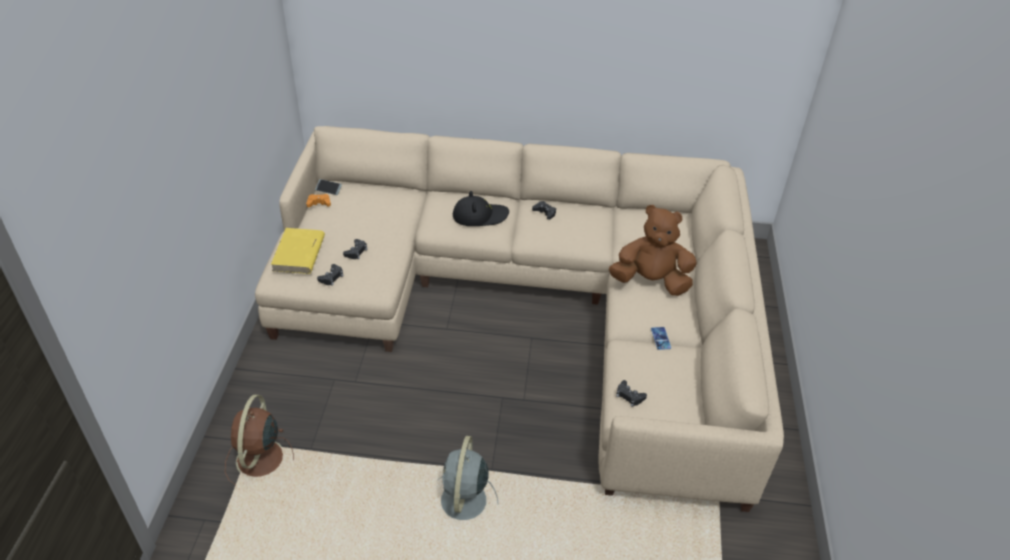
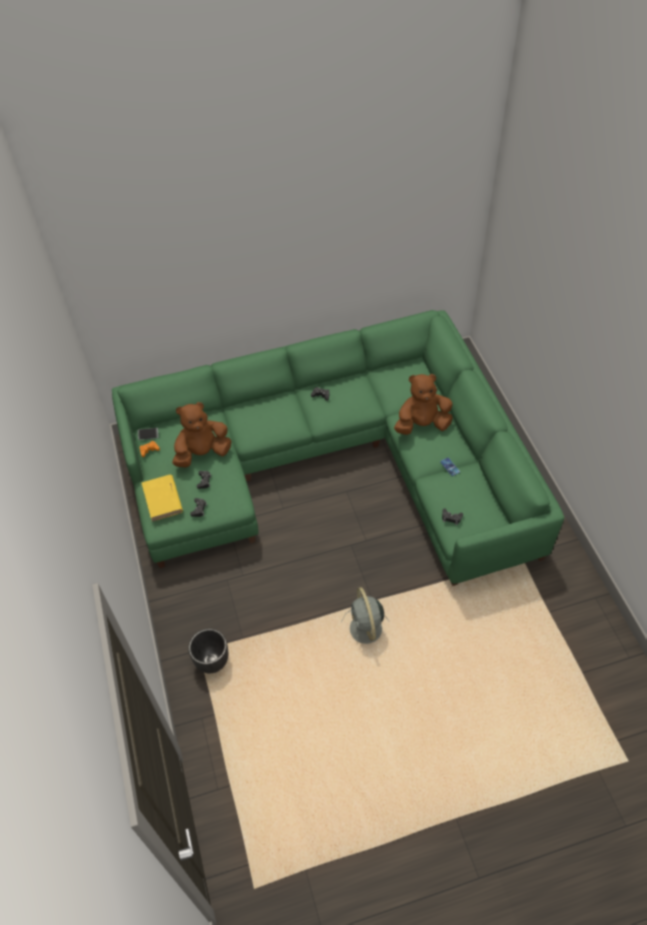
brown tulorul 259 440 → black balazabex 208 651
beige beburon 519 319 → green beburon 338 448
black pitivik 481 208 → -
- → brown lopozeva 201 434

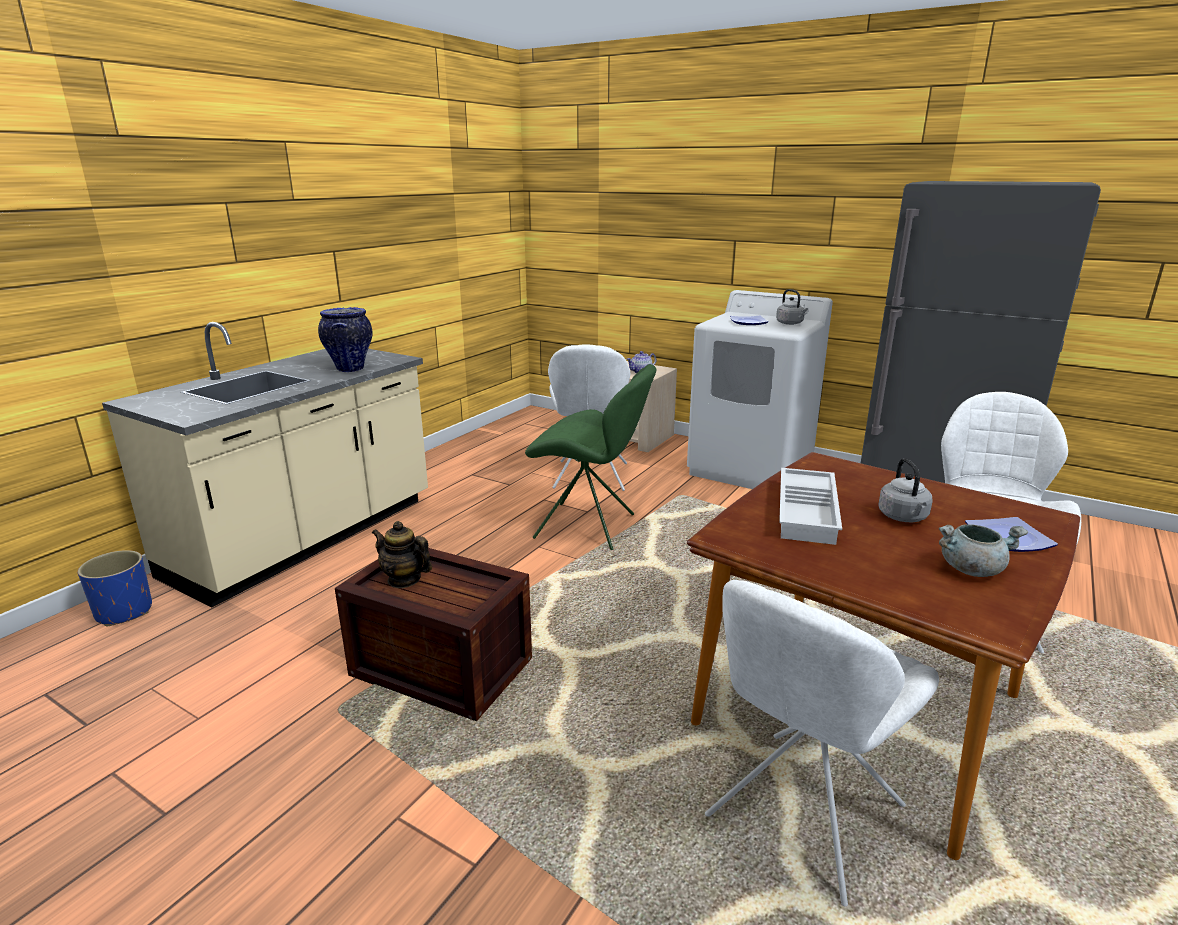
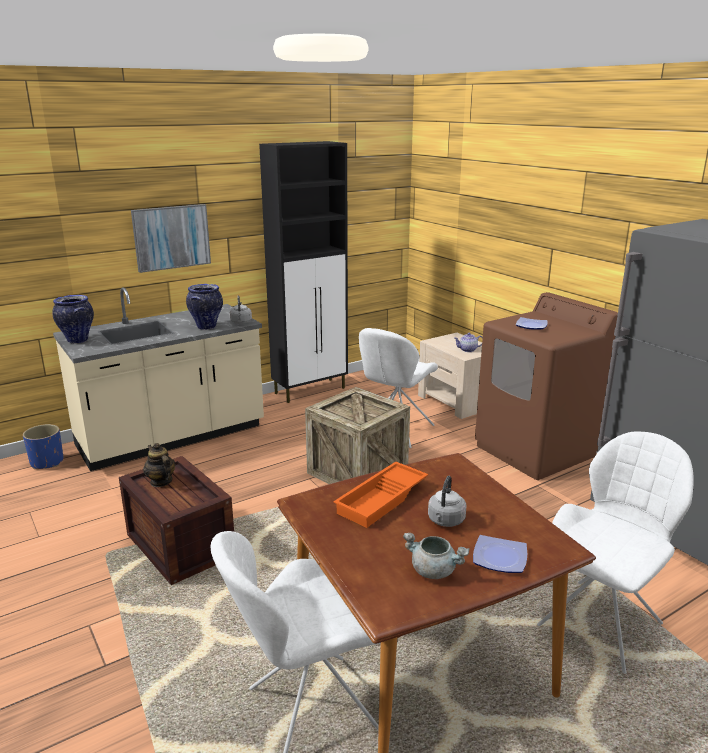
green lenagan 590 457 → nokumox 357 435
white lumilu 760 389 → brown lumilu 546 386
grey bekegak 792 307 → grey bekegak 241 310, move
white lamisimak 810 506 → orange lamisimak 380 495
- → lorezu 73 319
- → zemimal 171 238
- → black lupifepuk 303 272

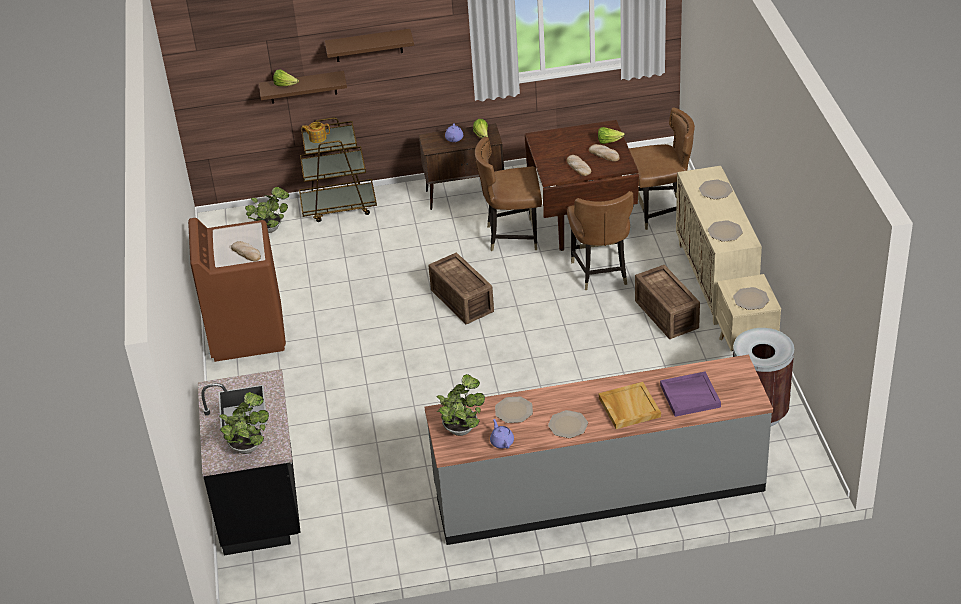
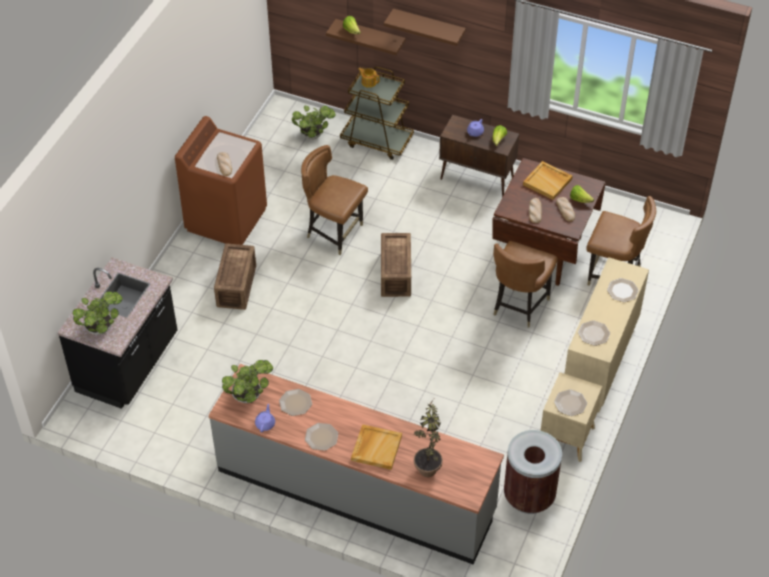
brown lenagan 508 194 → brown lenagan 334 200, move
nokumox 667 302 → nokumox 235 276, move
purple lamisimak 690 394 → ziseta 428 438
- → beige lamisimak 548 180

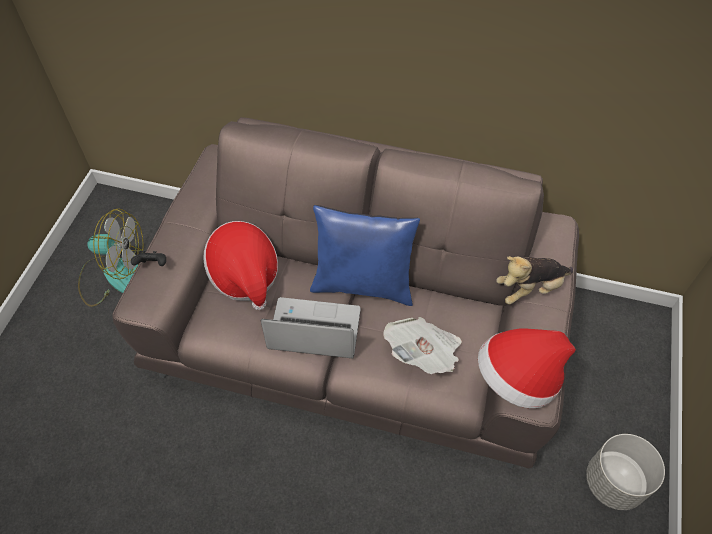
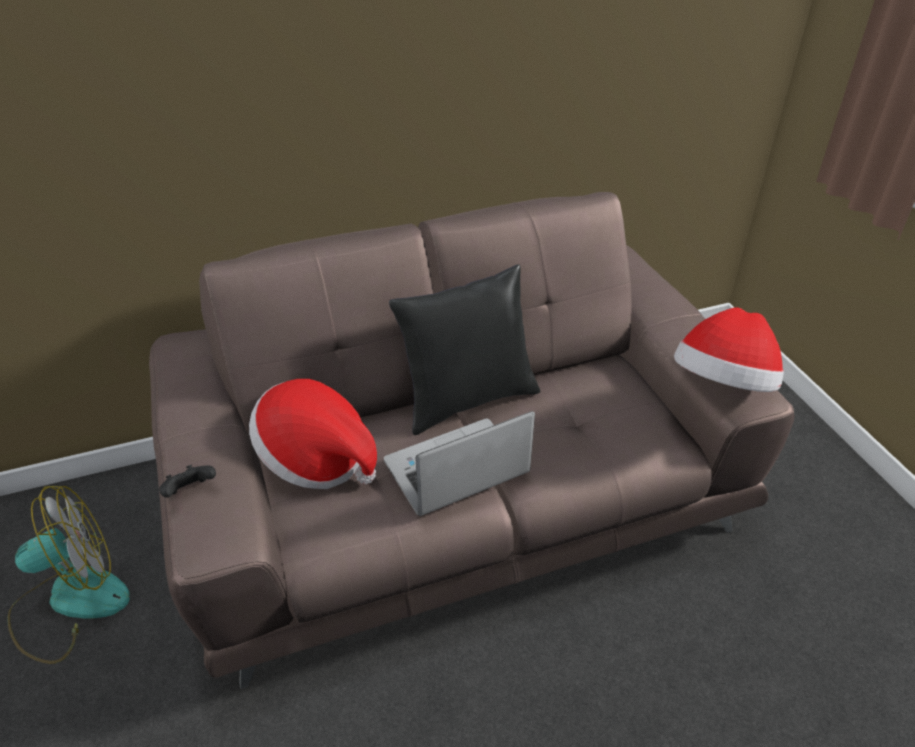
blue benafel 365 255 → black benafel 465 349
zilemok 422 345 → -
lopozeva 534 280 → -
grey balazabex 625 472 → -

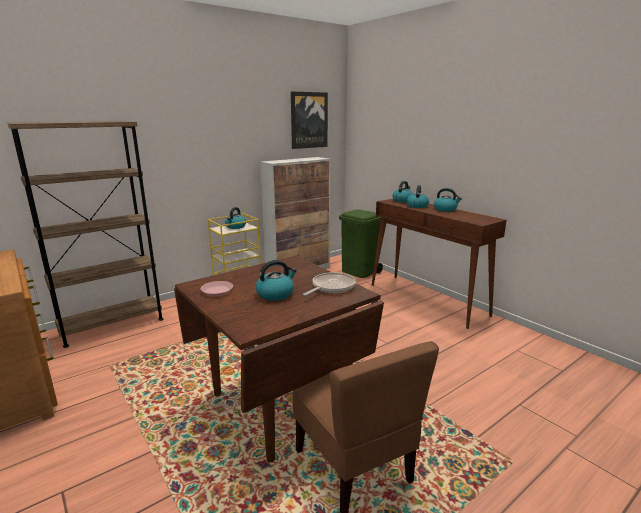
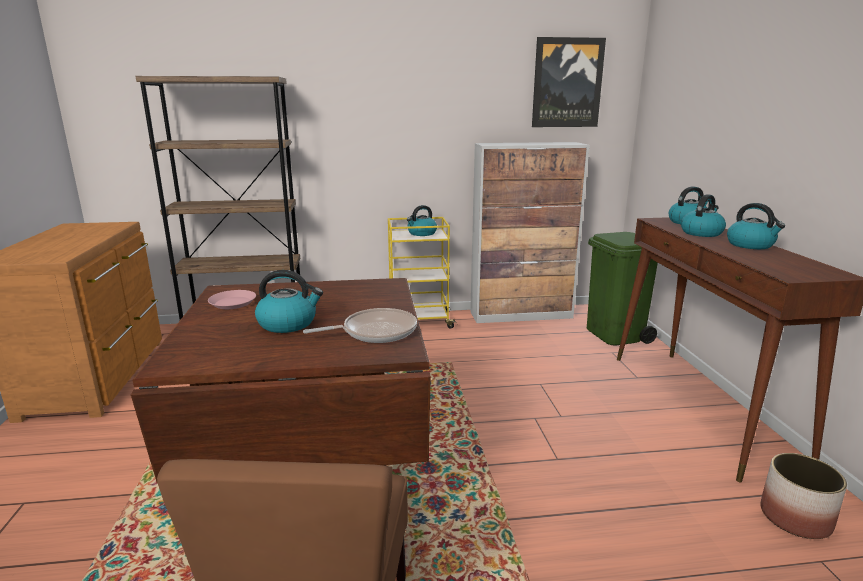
- → balazabex 803 496

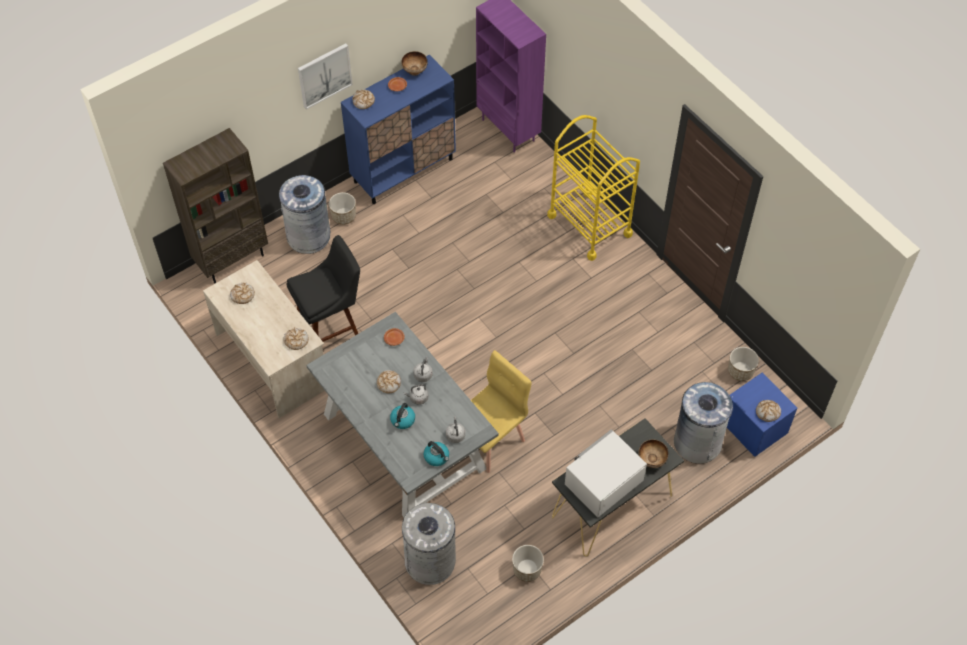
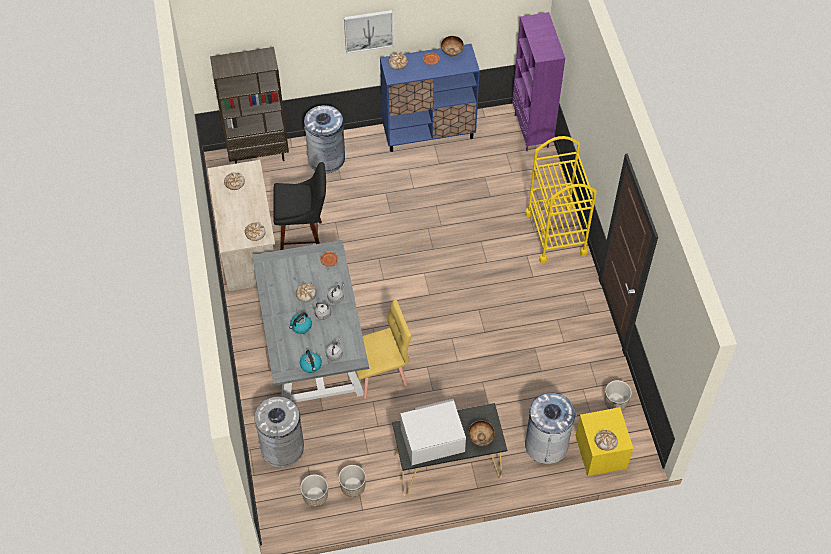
balazabex 342 208 → balazabex 314 490, move
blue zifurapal 762 415 → yellow zifurapal 604 441

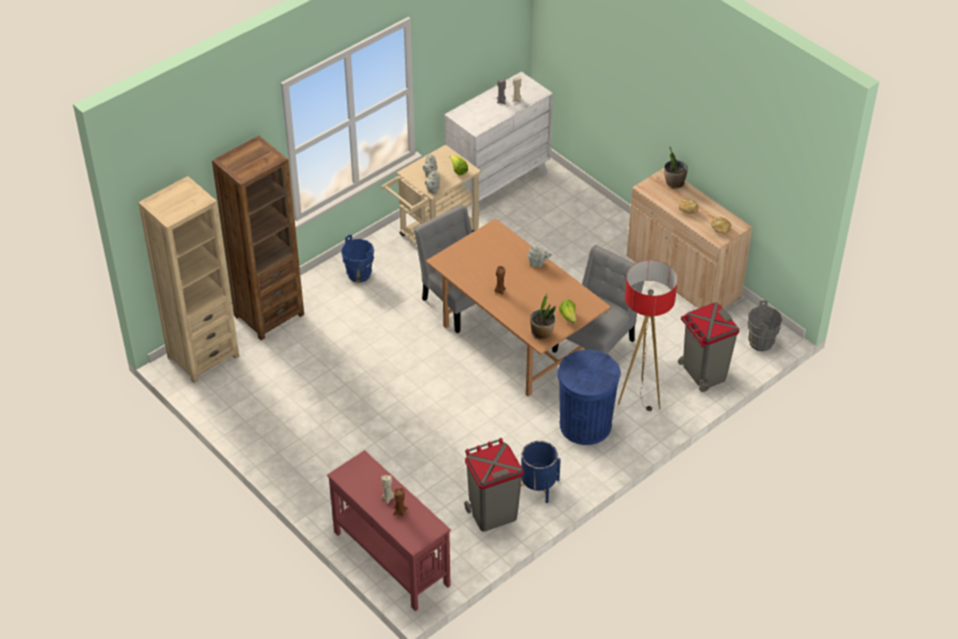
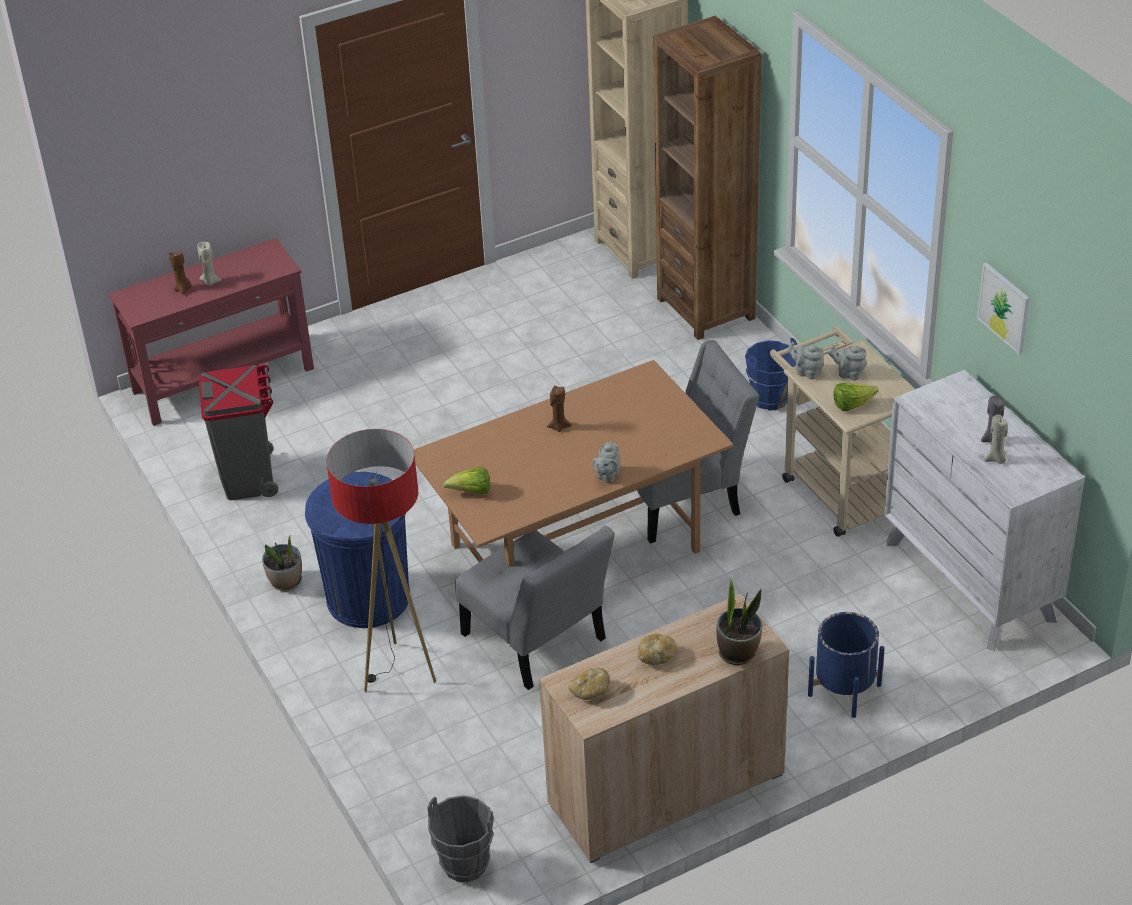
blue balazabex 541 472 → blue balazabex 846 665, move
ziseta 543 316 → ziseta 282 563, move
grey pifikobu 708 347 → -
- → zemimal 1003 308

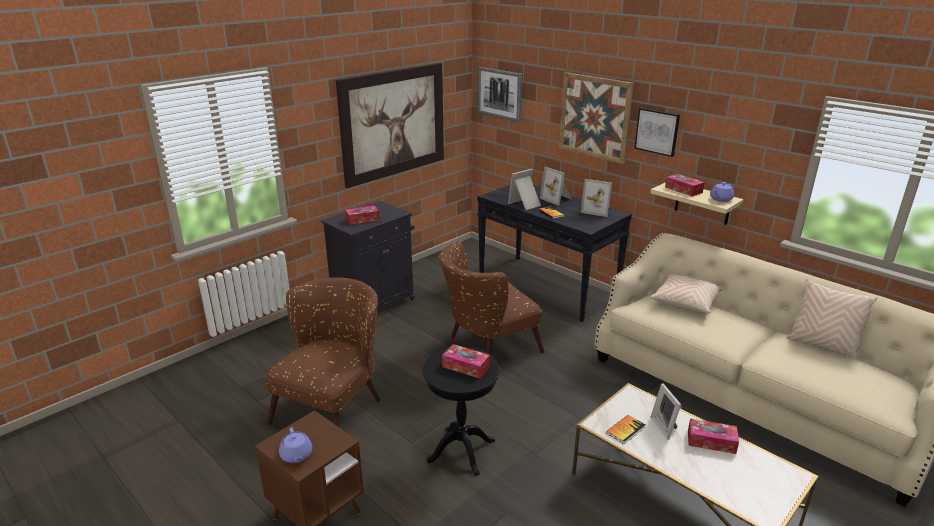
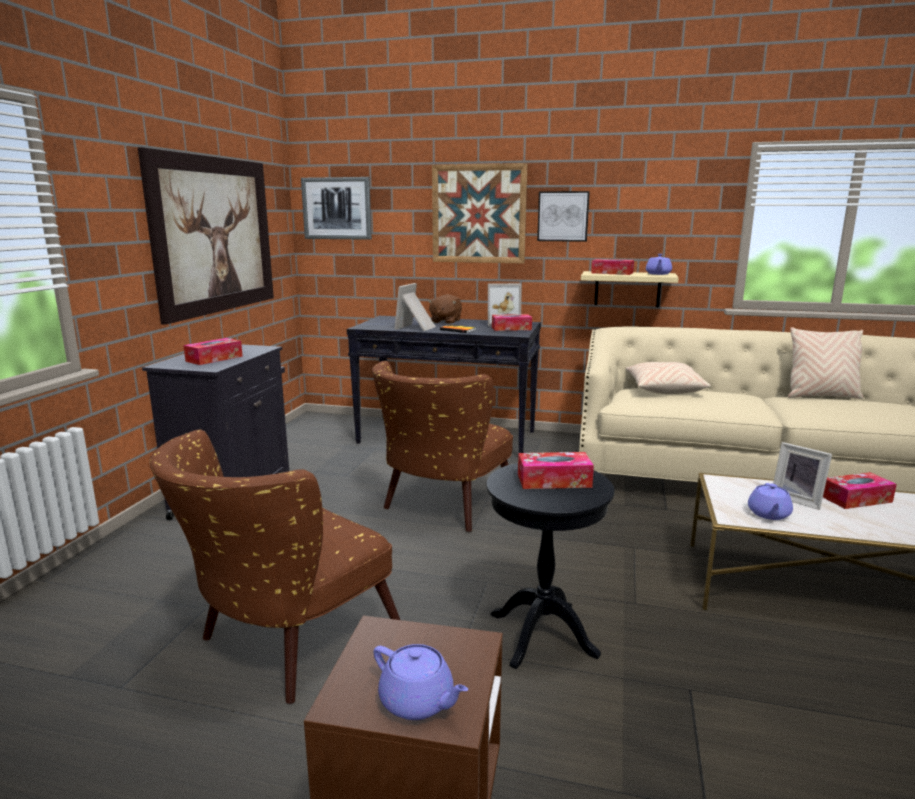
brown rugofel 322 353 → brown rugofel 274 567, 135 degrees counterclockwise
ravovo 556 186 → brown lopozeva 445 309
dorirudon 626 429 → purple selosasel 770 501
- → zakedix 512 322

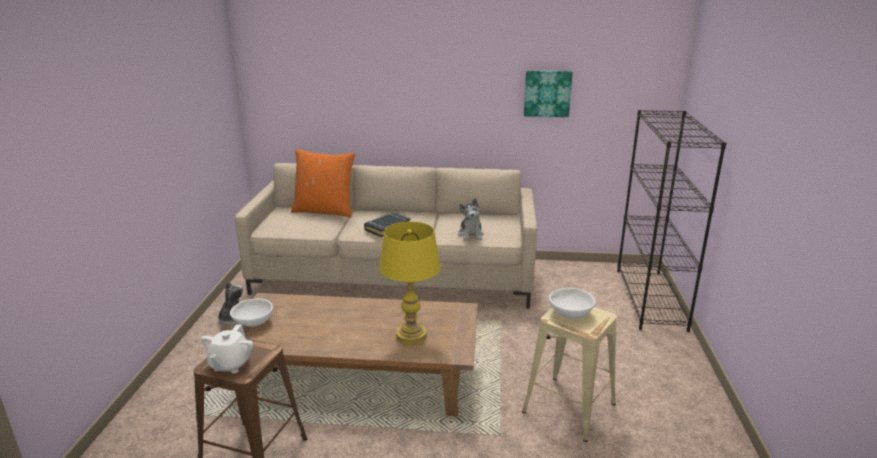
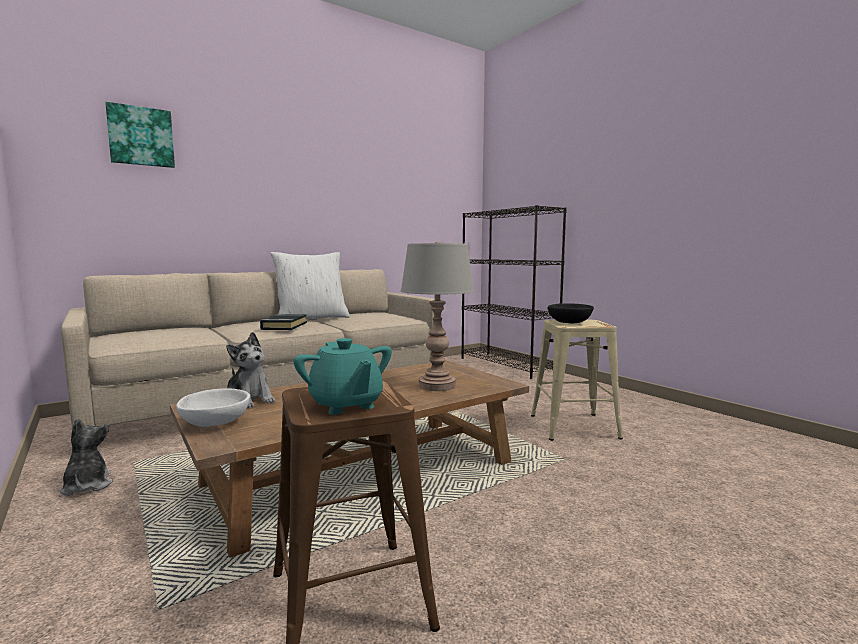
white selosasel 226 348 → turquoise selosasel 343 376
orange benafel 323 183 → -
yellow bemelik 410 283 → grey bemelik 437 316
lopozeva 471 219 → lopozeva 250 370, move
zemimal 548 93 → zemimal 140 135, move
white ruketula 572 303 → black ruketula 571 313
- → white benafel 310 285

